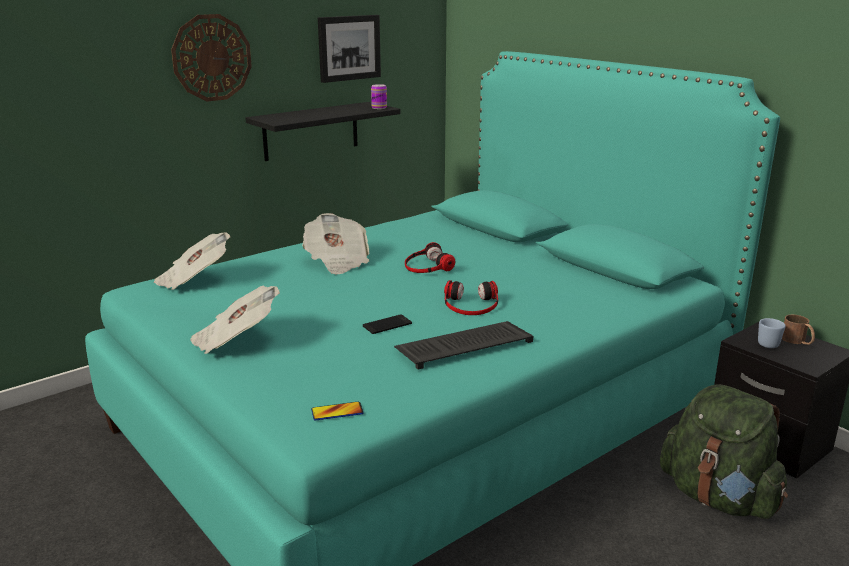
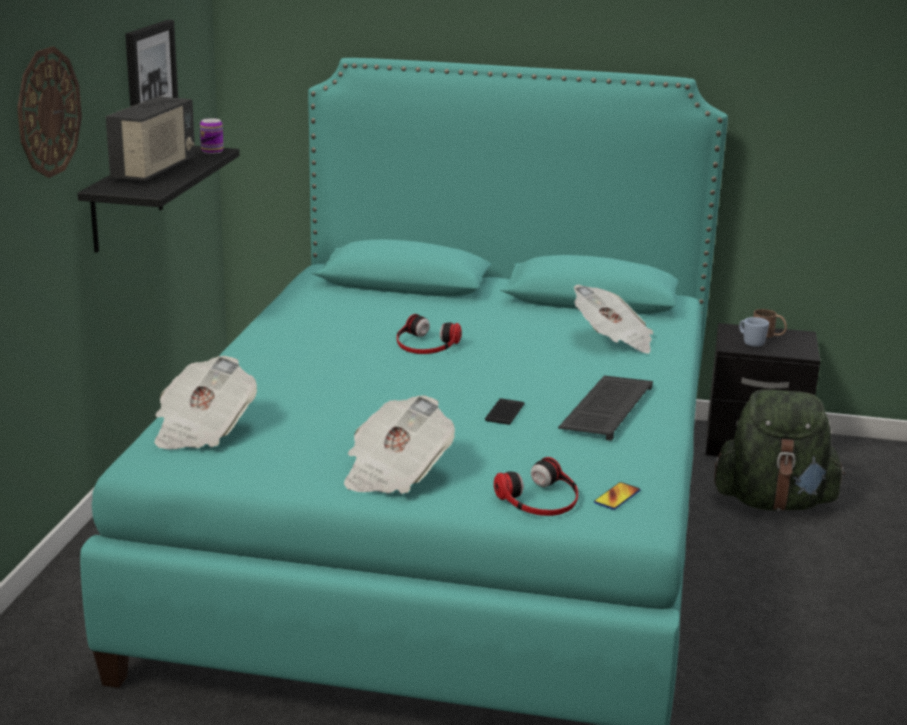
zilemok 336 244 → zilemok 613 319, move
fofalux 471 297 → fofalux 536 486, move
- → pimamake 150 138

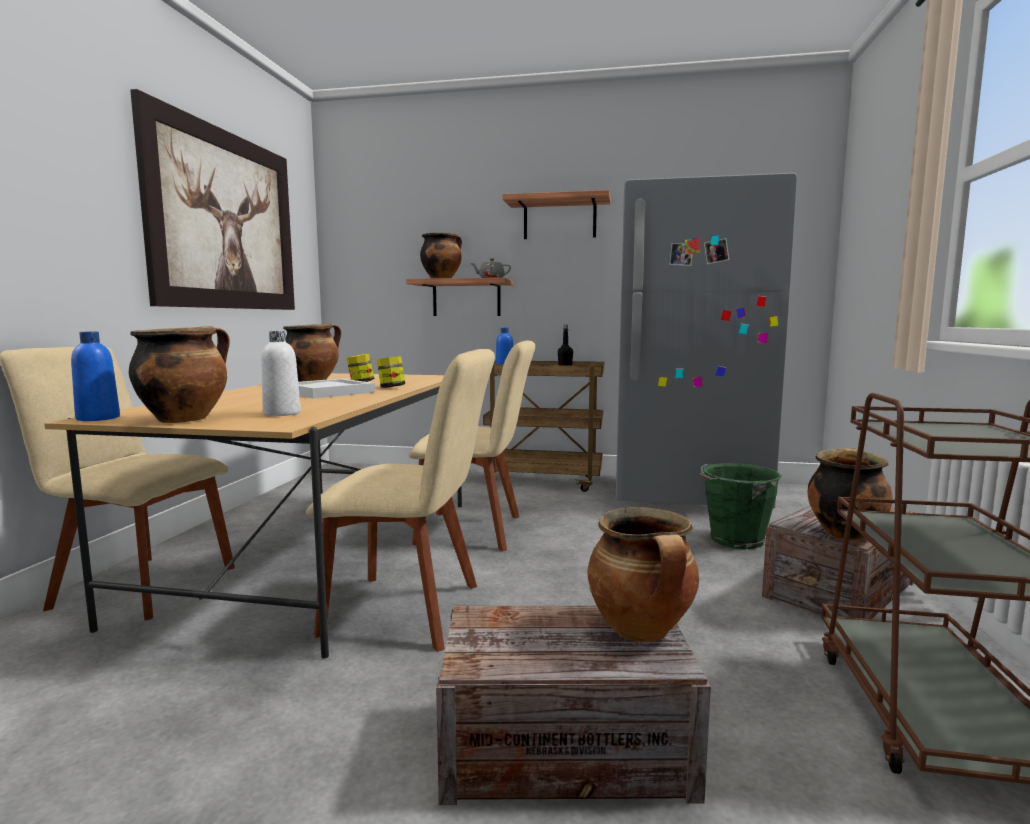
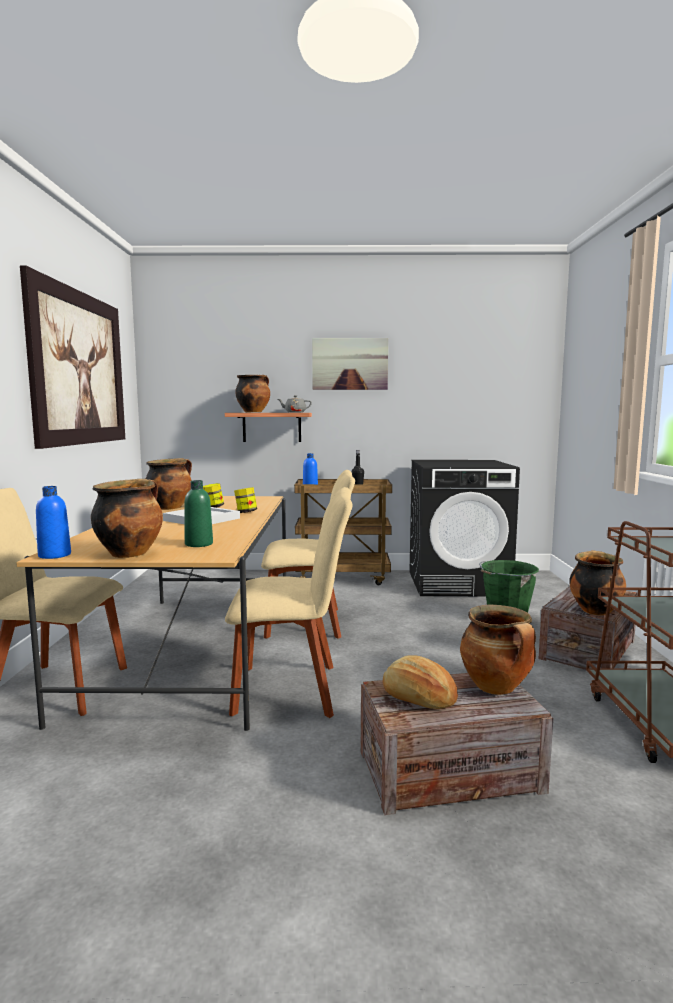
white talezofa 281 373 → green talezofa 198 513
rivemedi 556 214 → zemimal 350 364
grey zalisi 707 340 → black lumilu 464 528
- → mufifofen 420 682

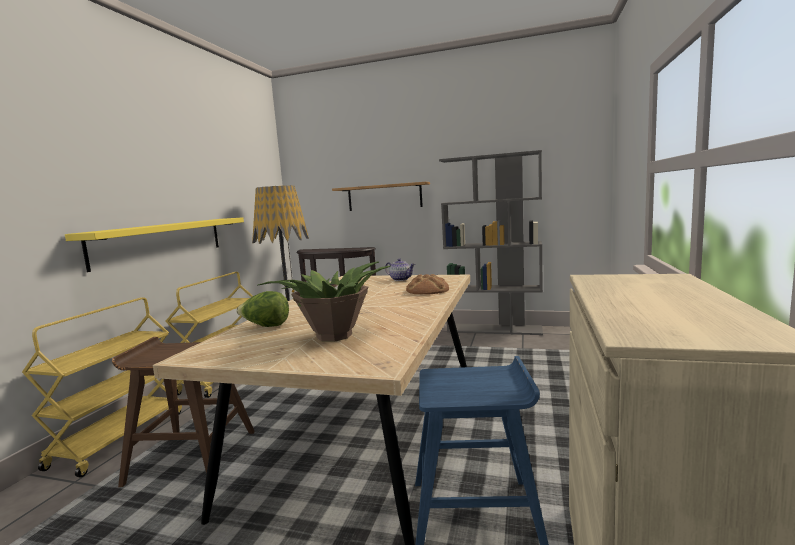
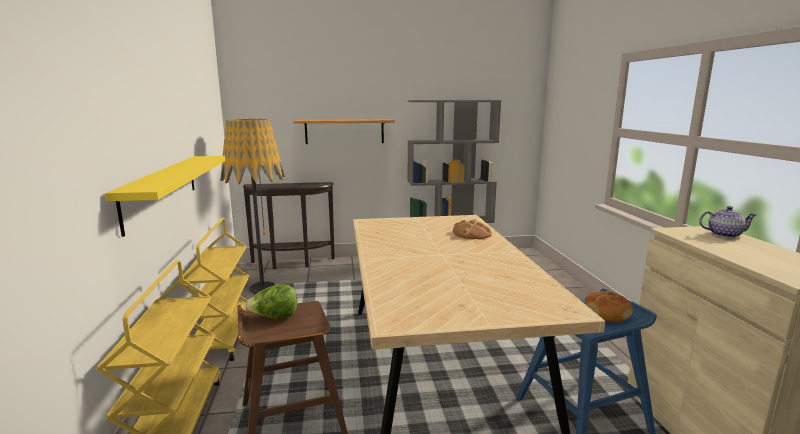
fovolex 262 309 → fovolex 271 301, move
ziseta 324 301 → -
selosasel 400 269 → selosasel 728 222, move
- → mufifofen 609 306

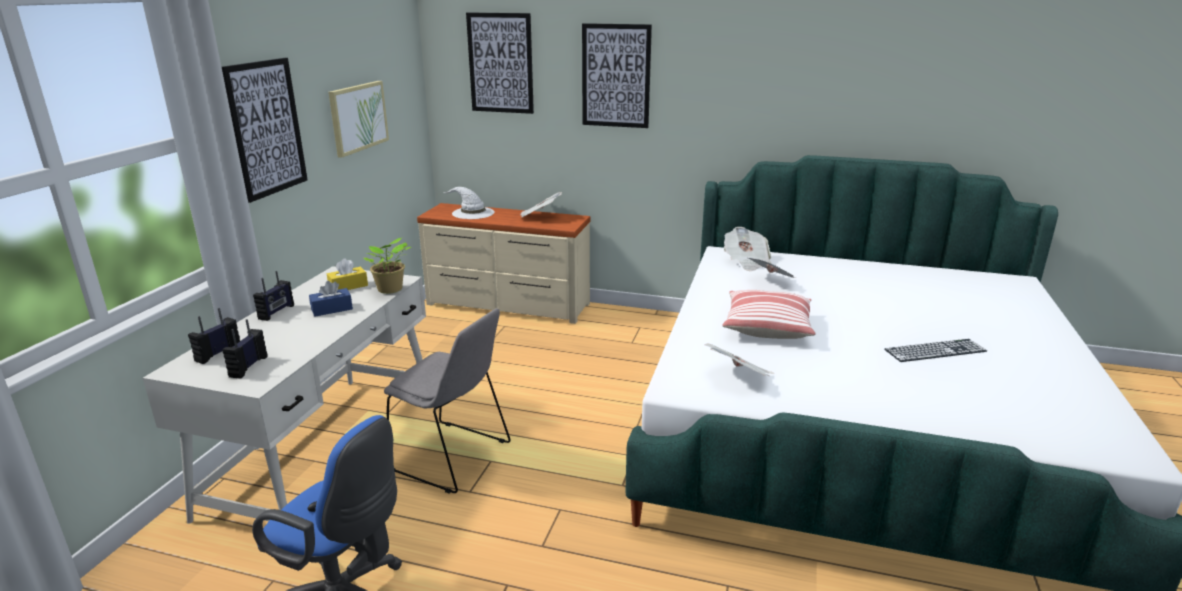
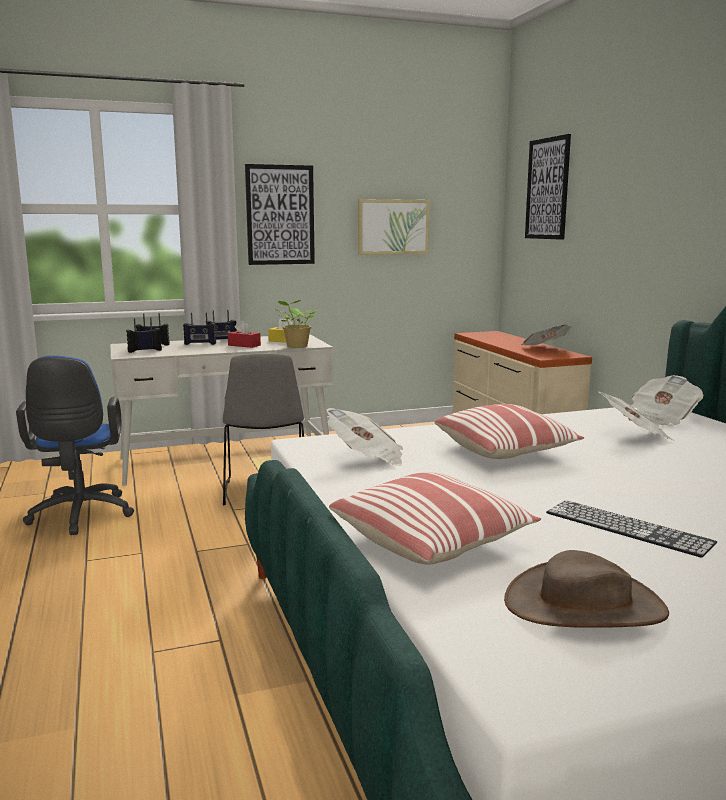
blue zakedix 331 299 → red zakedix 244 334
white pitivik 469 203 → -
zemimal 617 75 → -
- → pimamake 199 329
- → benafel 435 518
- → brown pitivik 586 589

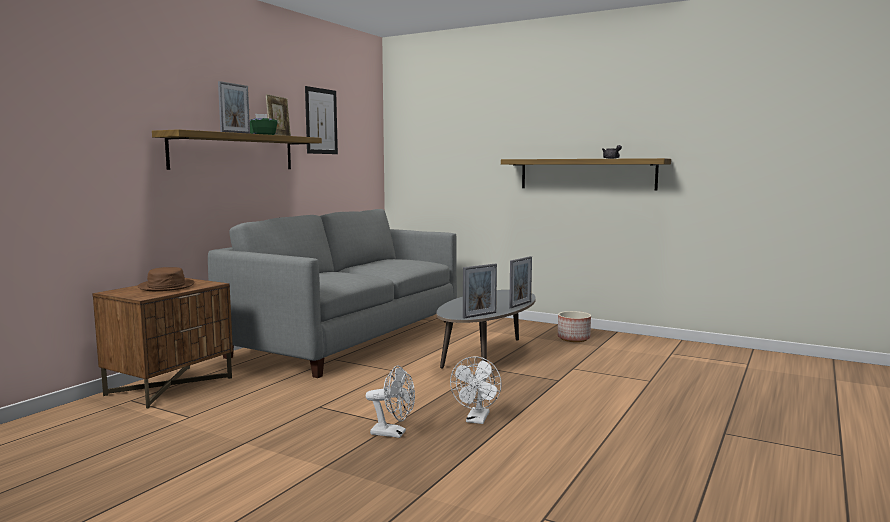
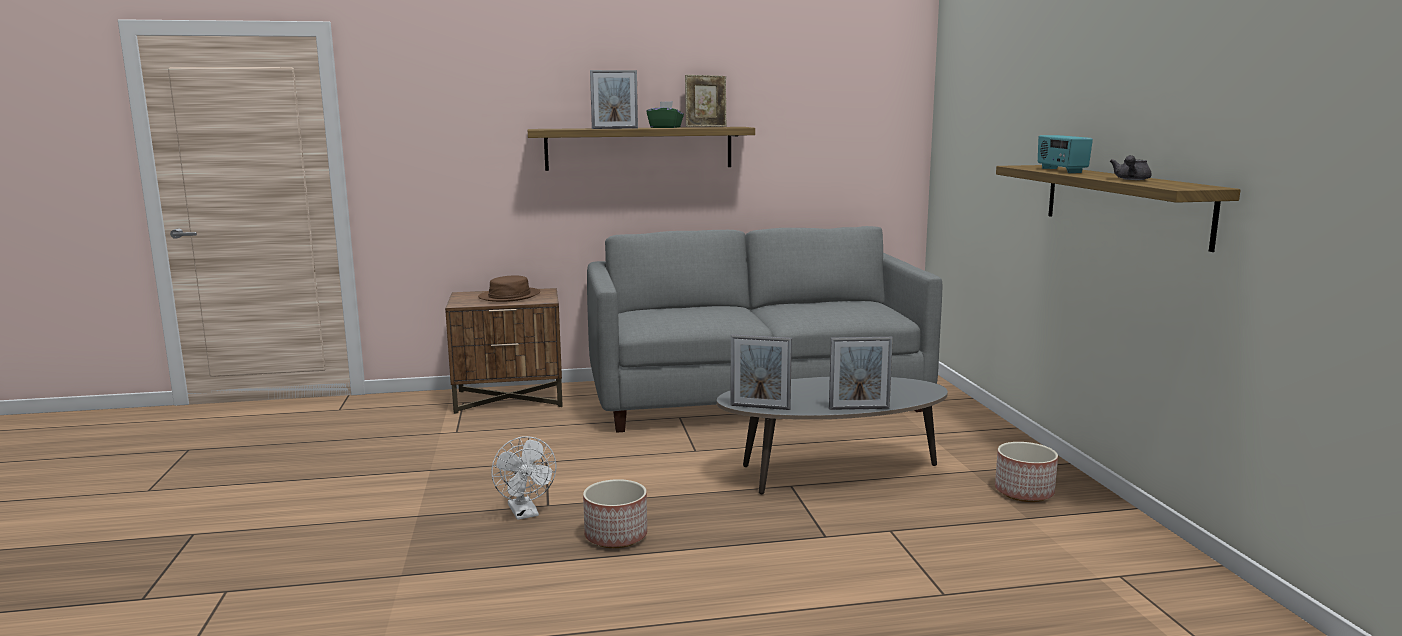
zemimal 321 120 → -
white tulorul 476 390 → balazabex 615 513
- → pimamake 1065 154

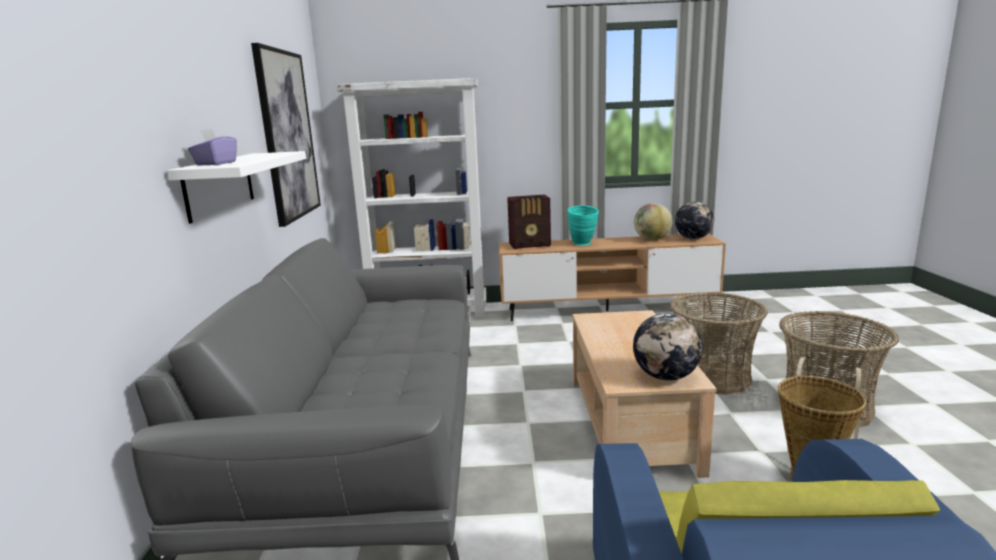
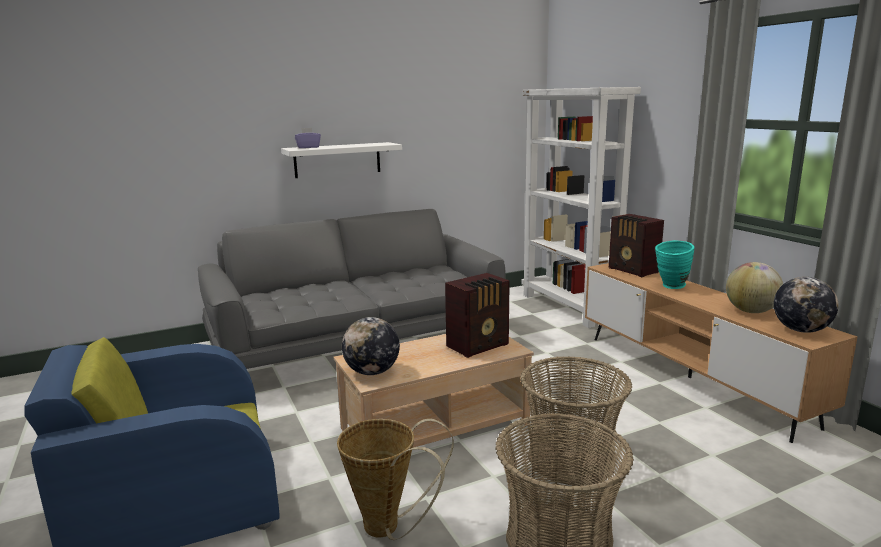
zemimal 286 135 → -
- → pimamake 477 315

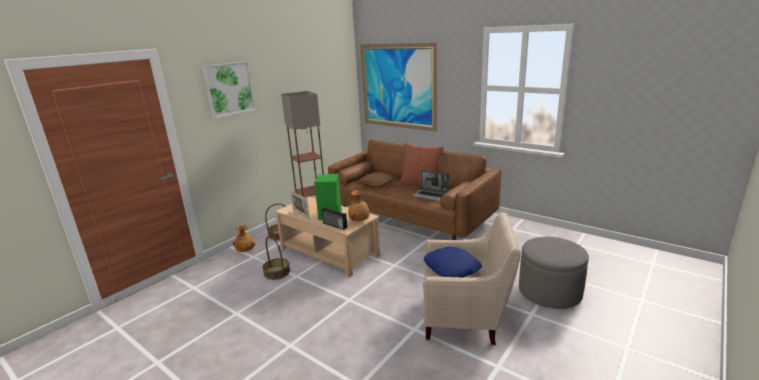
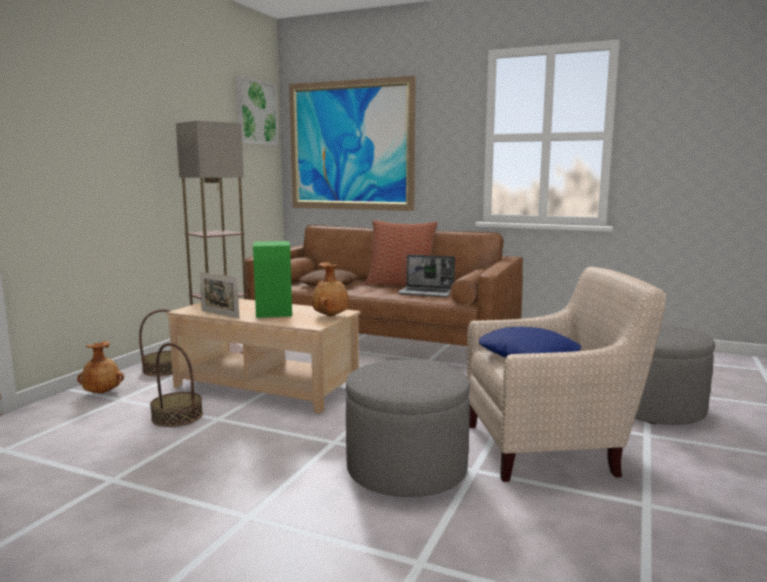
zemimal 229 90 → zemimal 257 110, move
pimamake 334 219 → -
- → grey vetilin 408 428

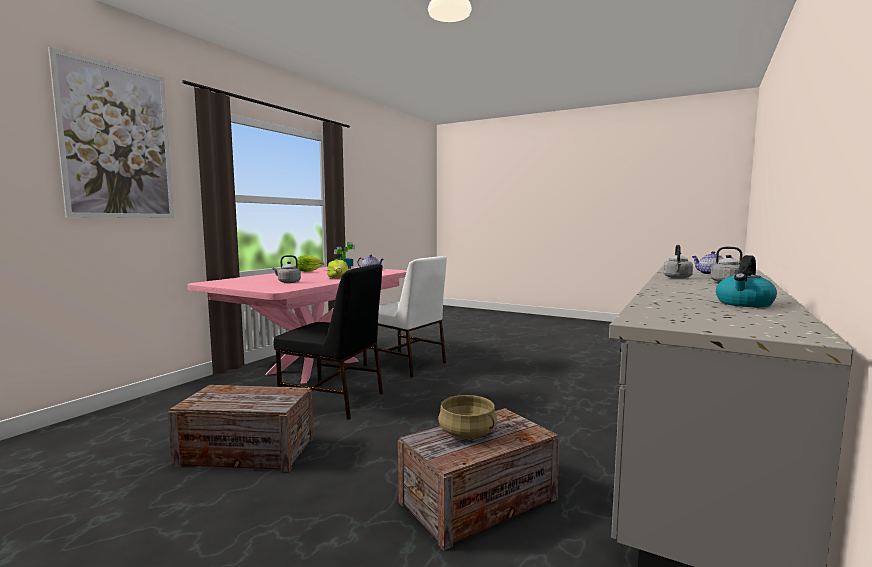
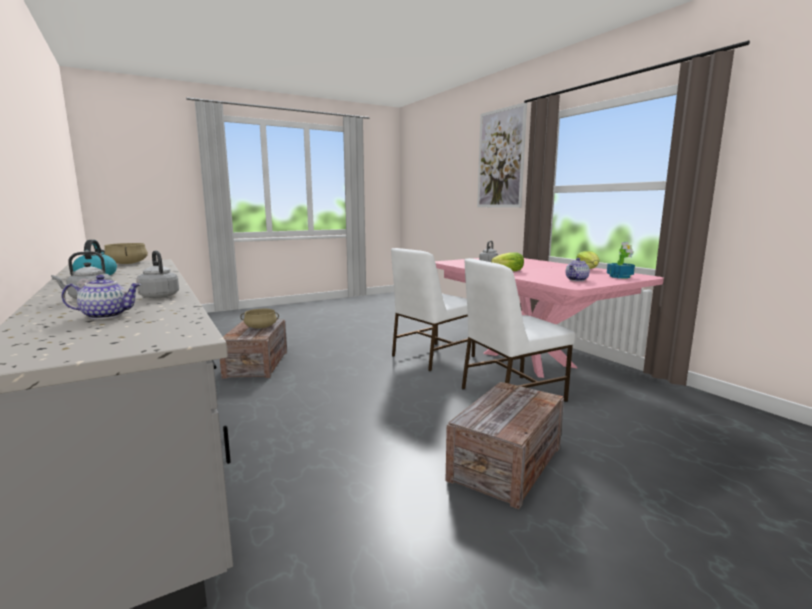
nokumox 241 428 → nokumox 504 446, move
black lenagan 328 342 → white lenagan 433 309
- → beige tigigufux 126 253

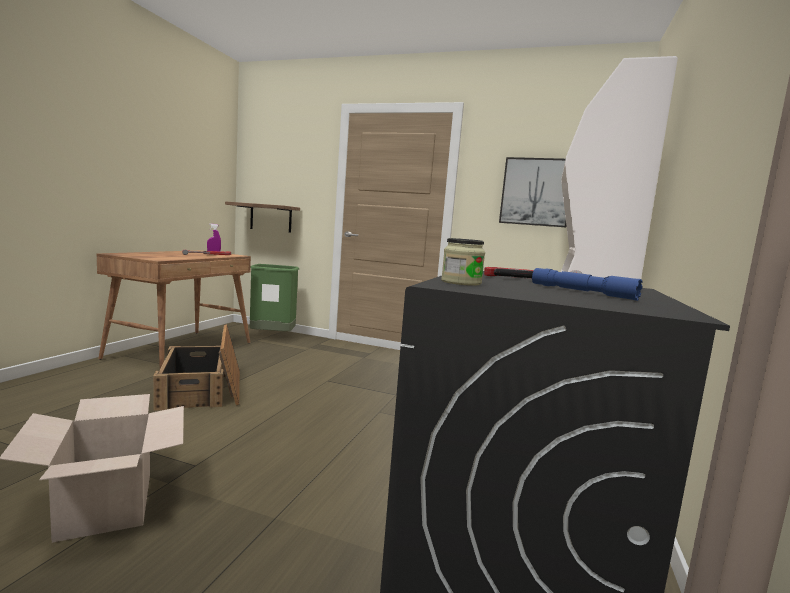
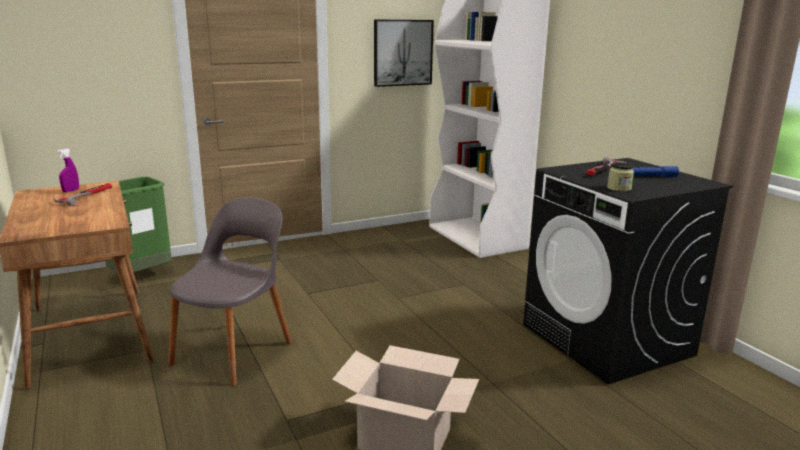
nokumox 196 367 → grey lenagan 230 291
rivemedi 262 217 → -

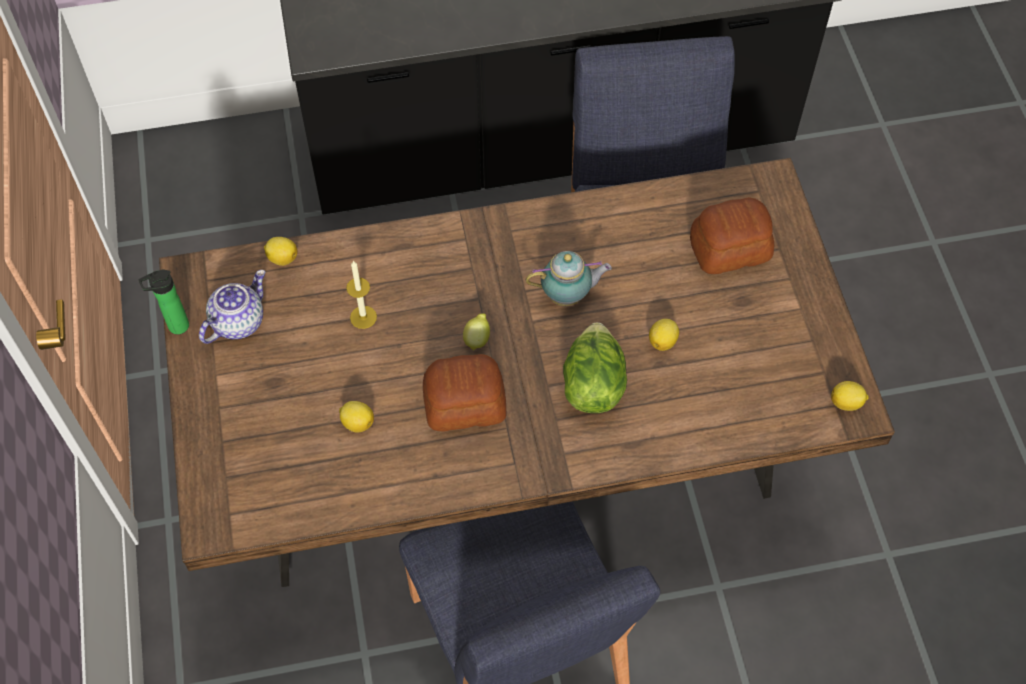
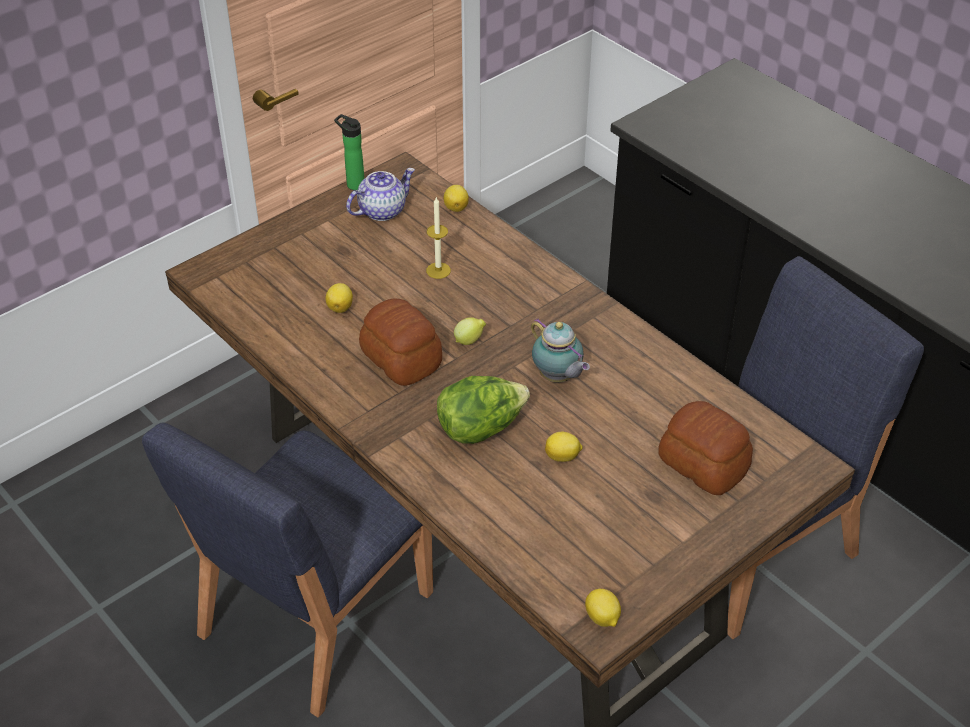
selosasel 232 307 → selosasel 380 194, 45 degrees counterclockwise

